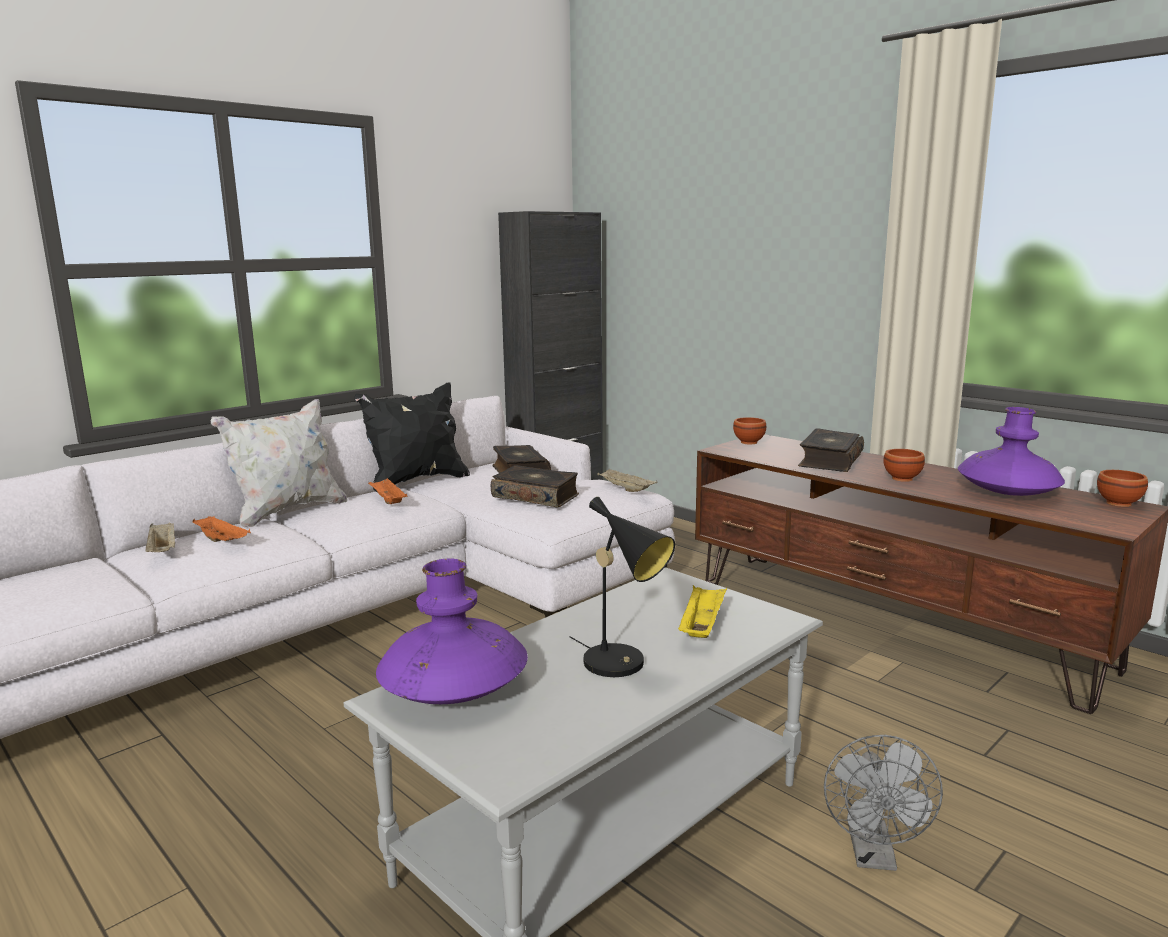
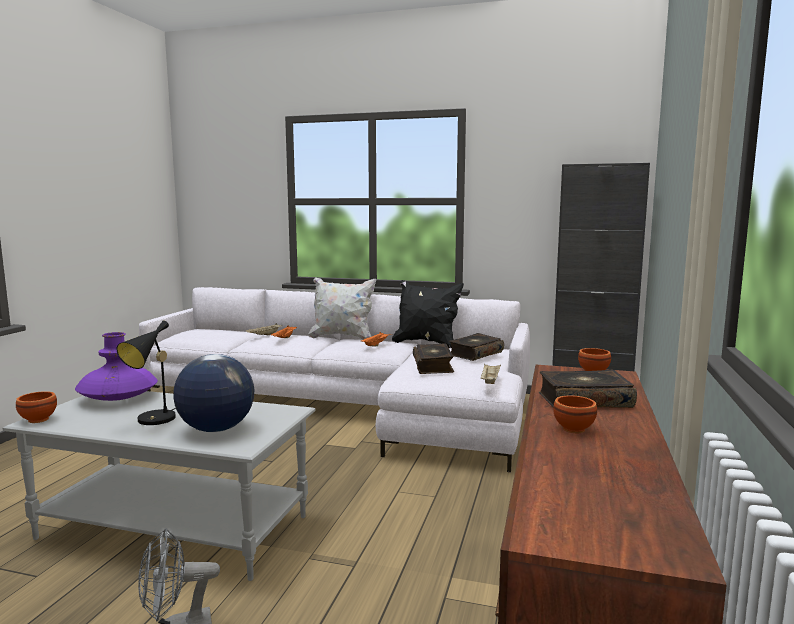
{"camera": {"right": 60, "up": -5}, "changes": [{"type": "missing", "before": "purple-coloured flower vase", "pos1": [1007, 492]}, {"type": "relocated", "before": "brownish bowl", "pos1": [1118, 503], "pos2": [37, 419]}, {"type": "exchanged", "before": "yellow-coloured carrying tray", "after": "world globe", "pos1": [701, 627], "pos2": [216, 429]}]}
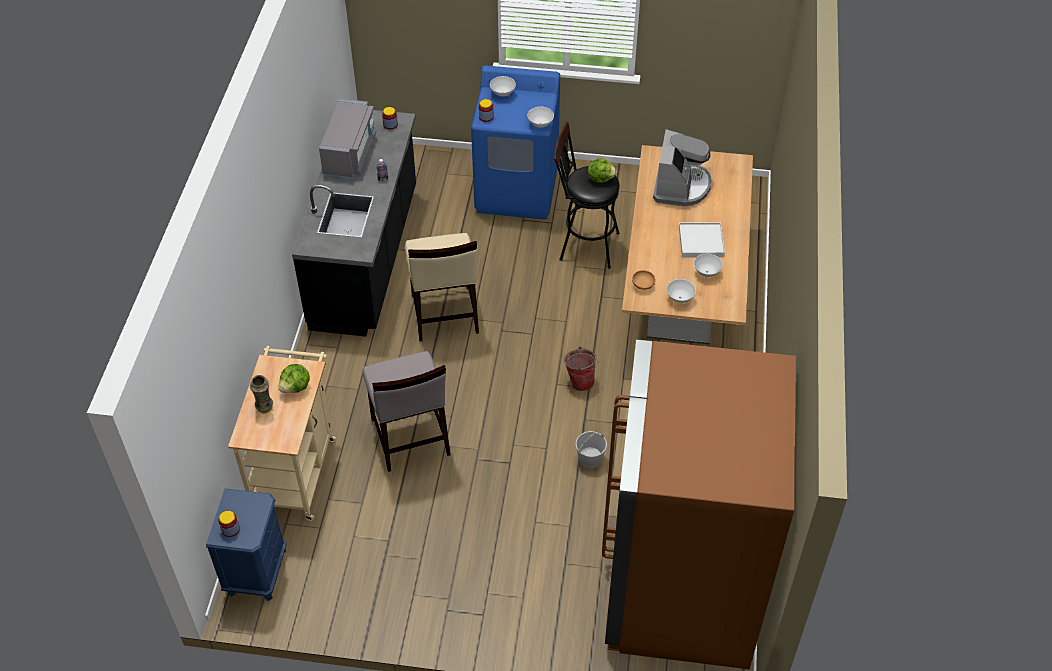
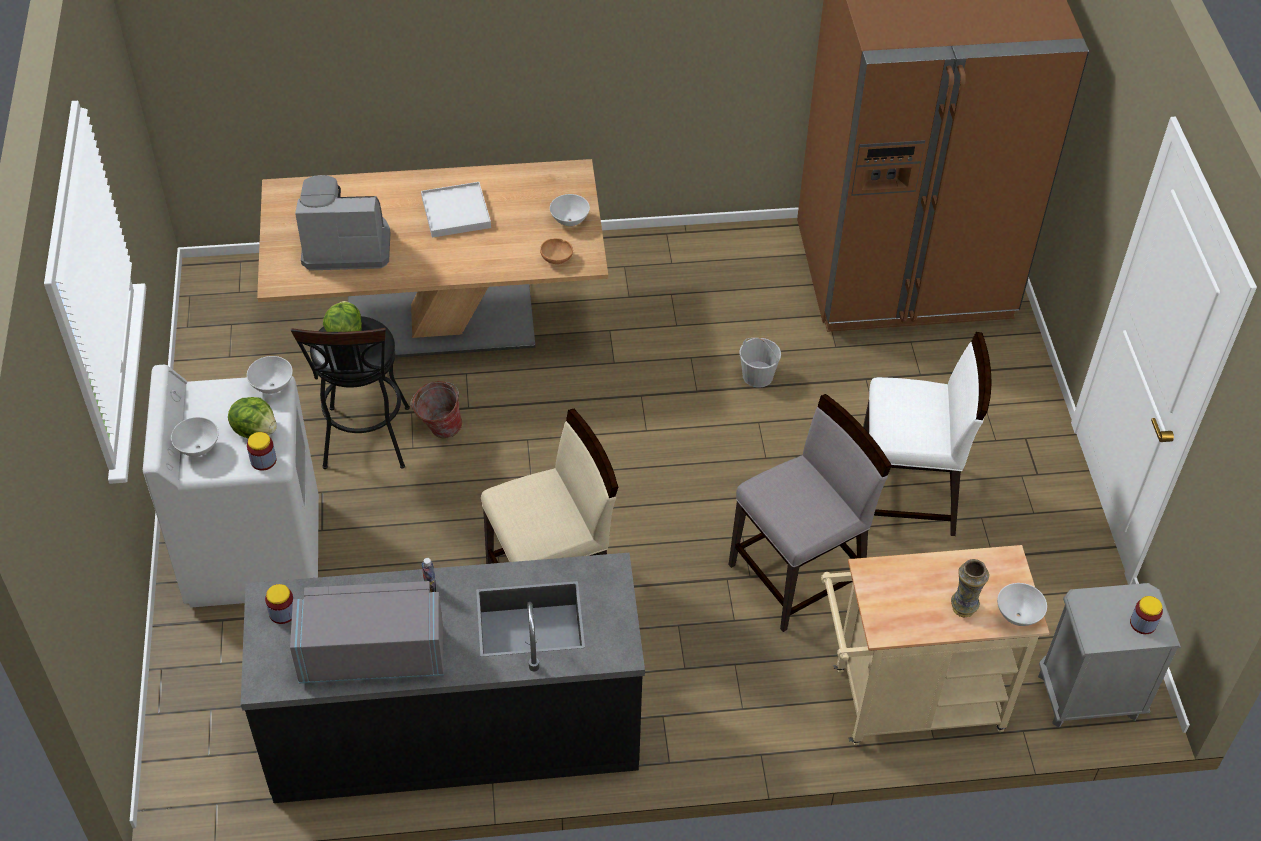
{"camera": {"right": -105, "up": 0}, "changes": [{"type": "colour", "before": "bluish laundry machine", "after": "whitish laundry machine", "pos1": [517, 191], "pos2": [253, 551]}, {"type": "relocated", "before": "whitish bowl", "pos1": [706, 272], "pos2": [1018, 616]}, {"type": "relocated", "before": "bucket", "pos1": [580, 380], "pos2": [438, 430]}, {"type": "relocated", "before": "lettuce", "pos1": [296, 387], "pos2": [255, 430]}, {"type": "colour", "before": "bluish night table", "after": "greyish night table", "pos1": [257, 571], "pos2": [1087, 697]}, {"type": "appeared", "after": "whitish plain chair", "pos2": [906, 496]}]}
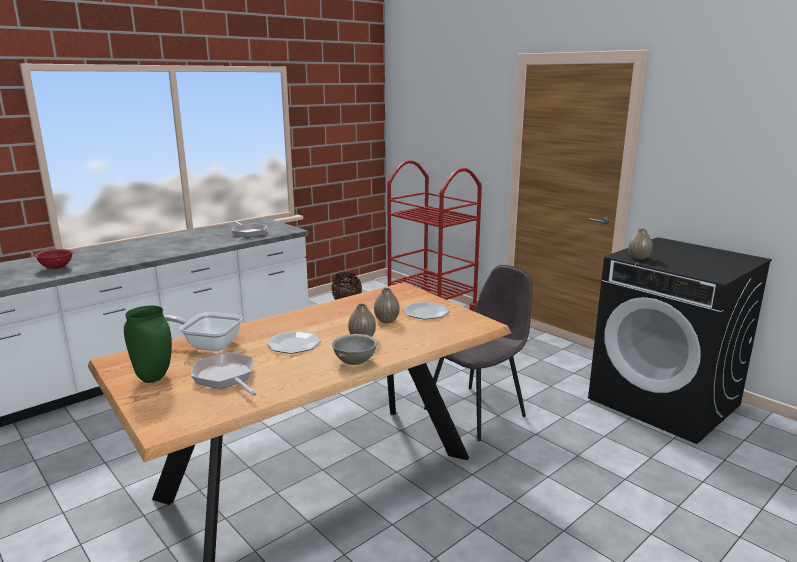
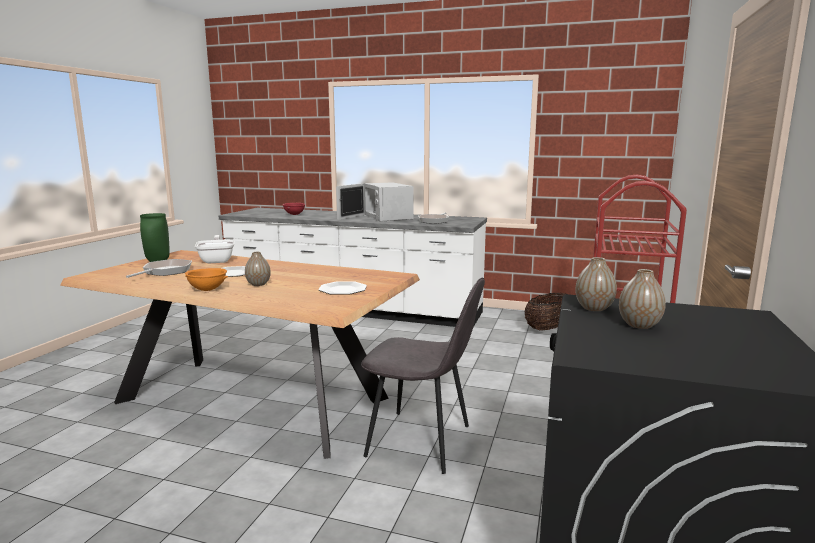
{"camera": {"right": 60, "up": -5}, "changes": [{"type": "relocated", "before": "flower vase", "pos1": [386, 320], "pos2": [639, 325]}, {"type": "colour", "before": "greyish bowl", "after": "orange bowl", "pos1": [354, 362], "pos2": [207, 290]}, {"type": "appeared", "after": "whitish kitchen microwave", "pos2": [384, 217]}]}
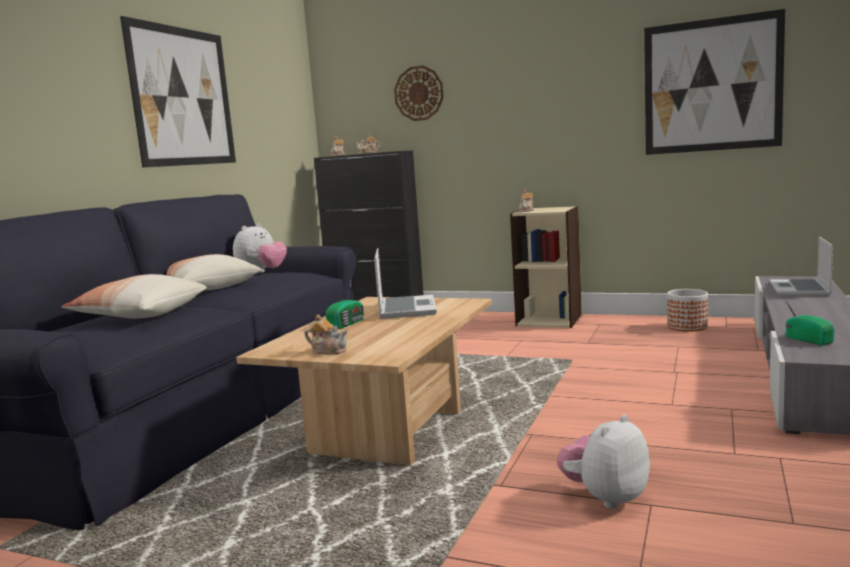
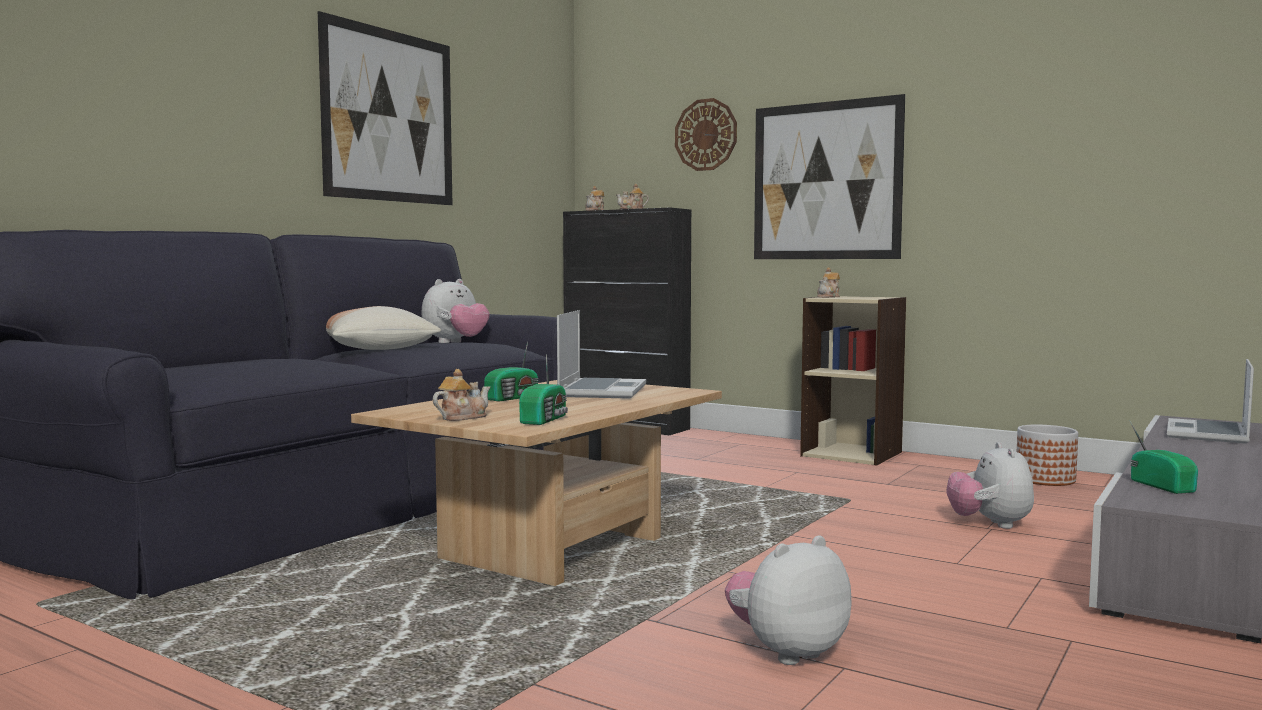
{"camera": {"right": 10, "up": -5}, "changes": [{"type": "relocated", "before": "wall picture", "pos1": [711, 85], "pos2": [826, 181]}, {"type": "missing", "before": "throw pillow", "pos1": [139, 315]}, {"type": "spun", "before": "tea pot", "pos1": [329, 351], "pos2": [462, 417], "turn": -75}, {"type": "appeared", "after": "radio", "pos2": [545, 419]}, {"type": "appeared", "after": "plush toy", "pos2": [990, 524]}]}
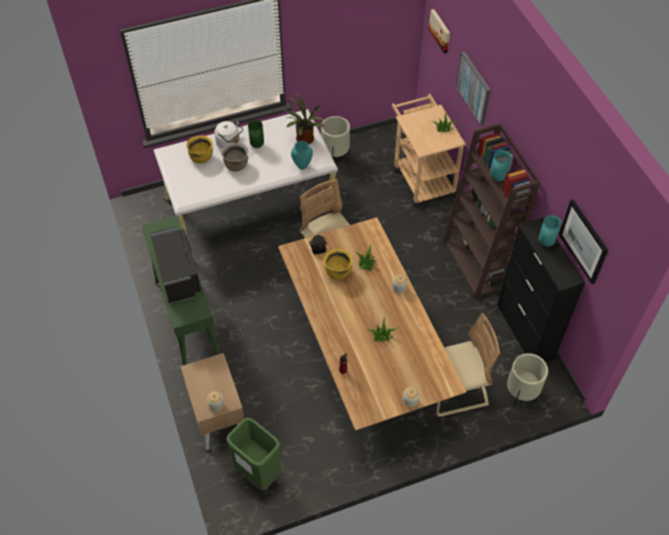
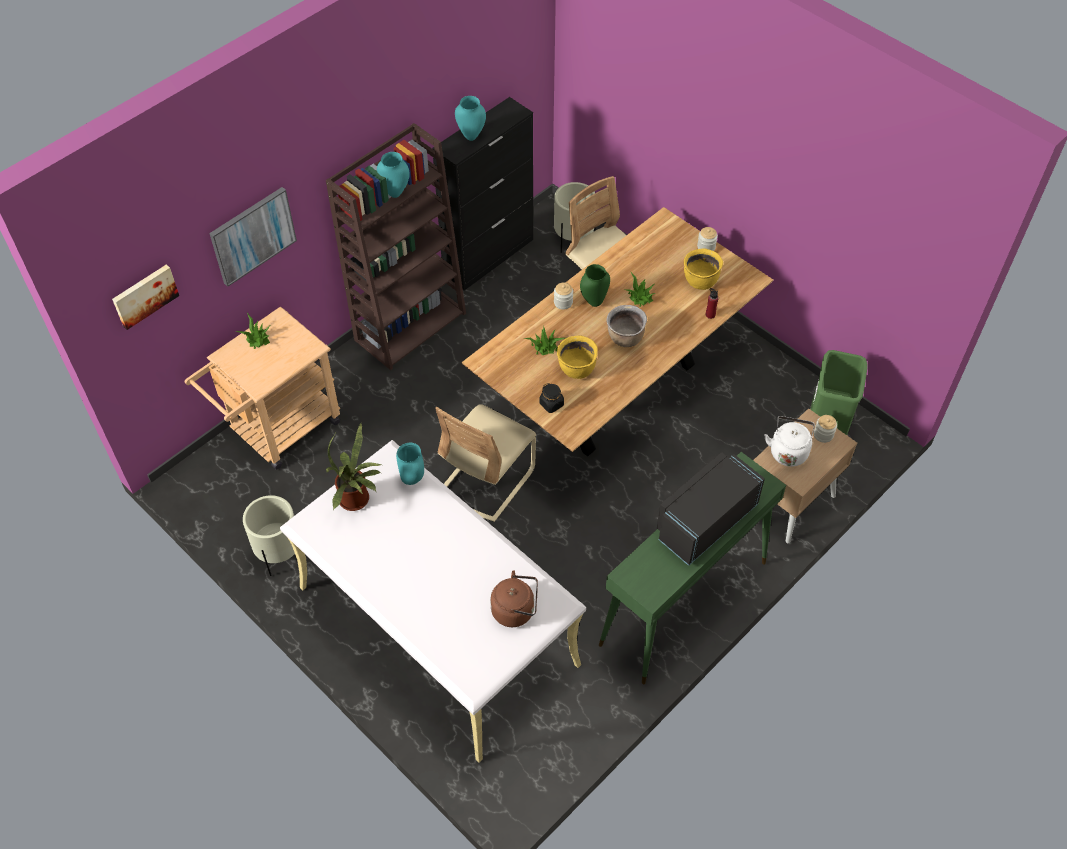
{"camera": {"right": -115, "up": 0}, "changes": [{"type": "relocated", "before": "green-coloured flower vase", "pos1": [257, 145], "pos2": [593, 301]}, {"type": "relocated", "before": "whitish water kettle", "pos1": [229, 143], "pos2": [788, 451]}, {"type": "relocated", "before": "yellow-coloured cooking pot", "pos1": [201, 157], "pos2": [700, 281]}, {"type": "relocated", "before": "brownish cooking pot", "pos1": [236, 165], "pos2": [625, 338]}, {"type": "missing", "before": "wall picture", "pos1": [584, 241]}, {"type": "appeared", "after": "brownish water kettle", "pos2": [516, 610]}]}
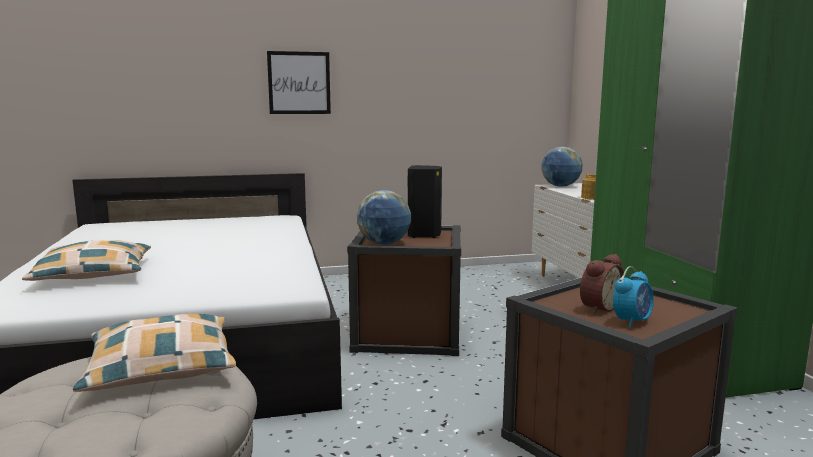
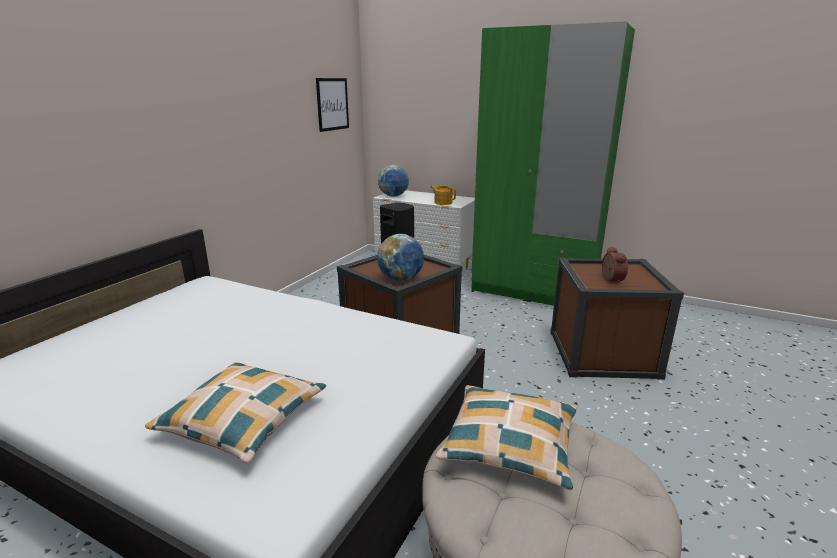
{"camera": {"right": -50, "up": 10}, "changes": [{"type": "relocated", "before": "wall picture", "pos1": [299, 83], "pos2": [332, 104]}, {"type": "missing", "before": "alarm clock", "pos1": [632, 321]}]}
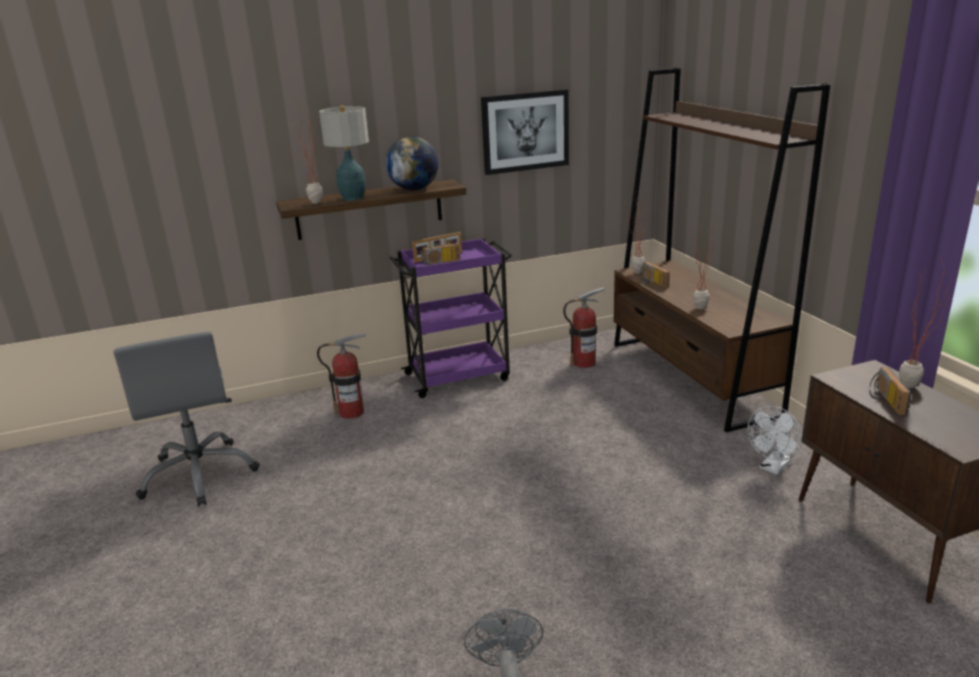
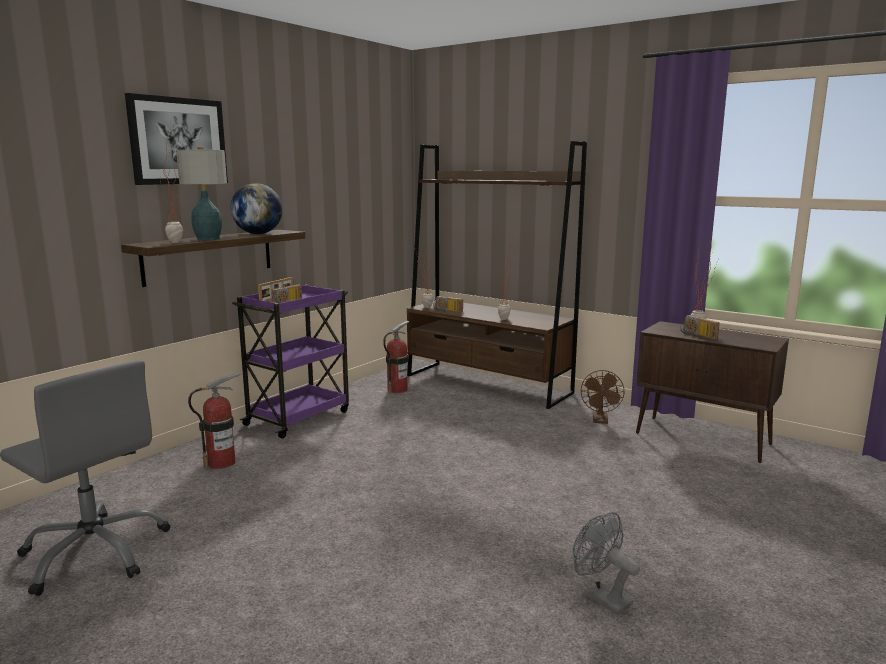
{"camera": {"right": -35, "up": -10}, "changes": [{"type": "relocated", "before": "wall picture", "pos1": [525, 131], "pos2": [178, 141]}, {"type": "colour", "before": "whitish cooling fan", "after": "brownish cooling fan", "pos1": [773, 467], "pos2": [600, 420]}]}
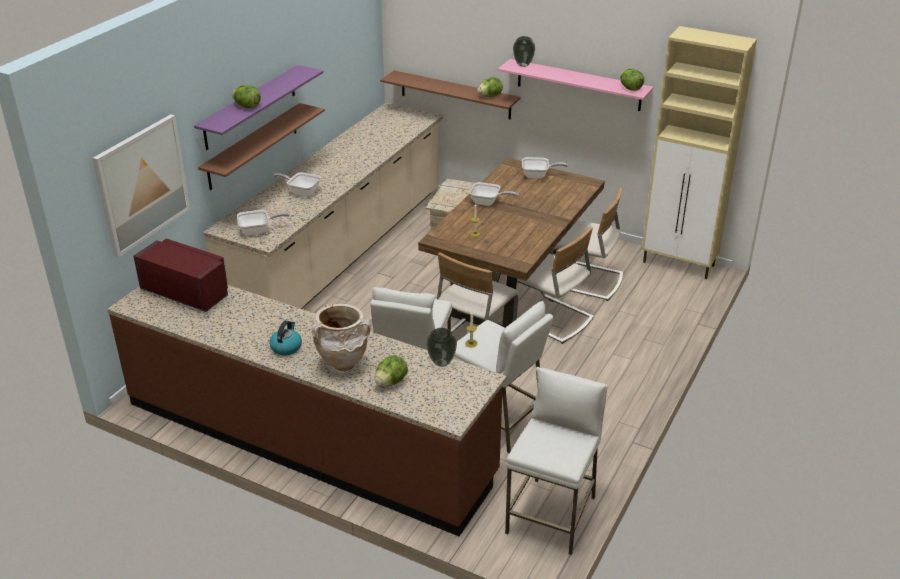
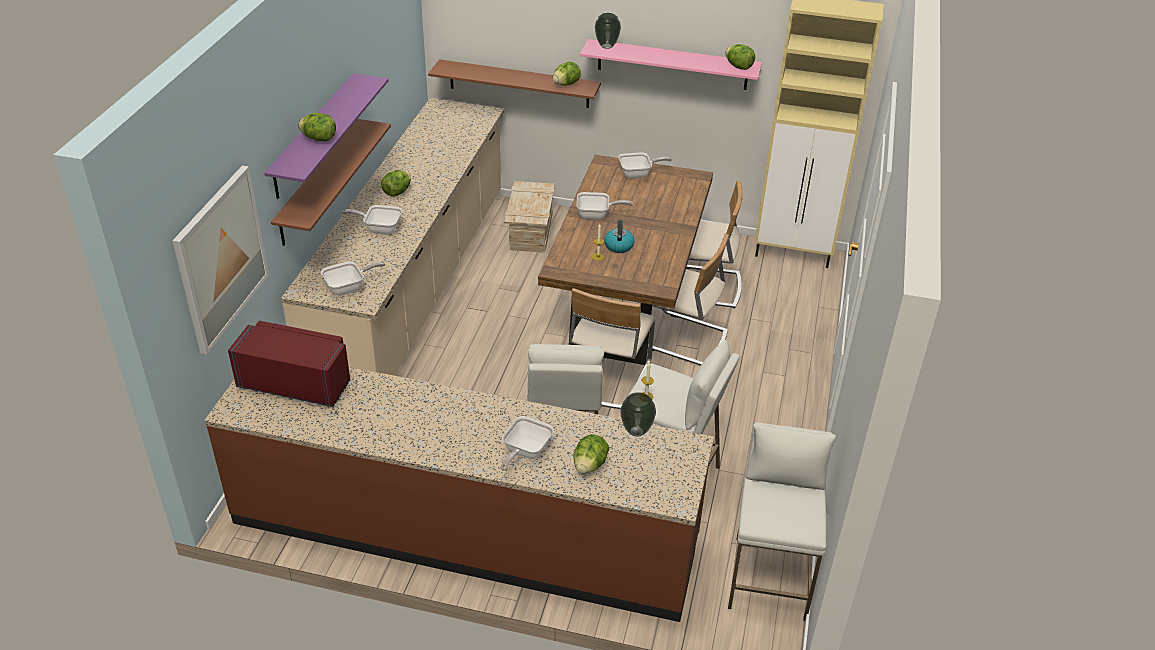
{"camera": {"right": -15, "up": 5}, "changes": [{"type": "exchanged", "before": "sand-coloured flower vase", "after": "frying pan", "pos1": [342, 365], "pos2": [524, 452]}, {"type": "relocated", "before": "water kettle", "pos1": [286, 347], "pos2": [618, 245]}, {"type": "appeared", "after": "lettuce", "pos2": [397, 192]}]}
